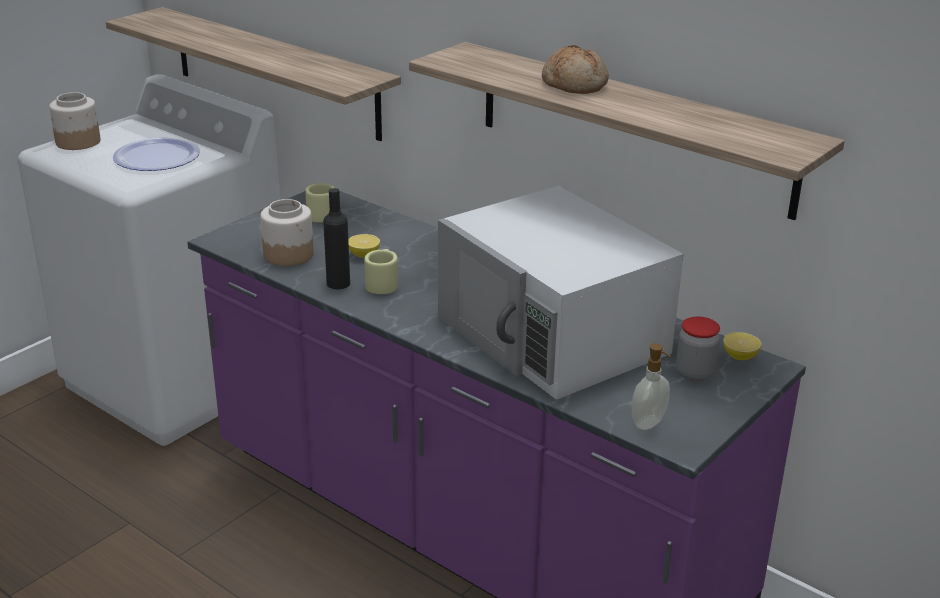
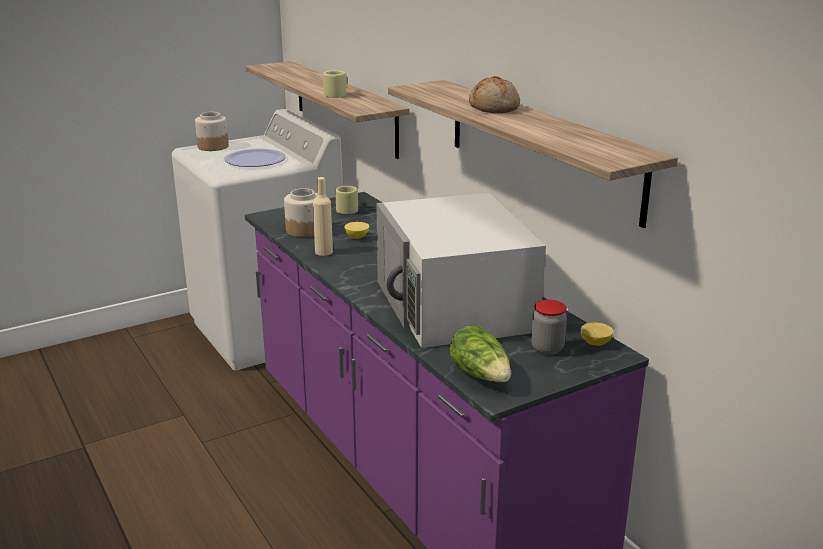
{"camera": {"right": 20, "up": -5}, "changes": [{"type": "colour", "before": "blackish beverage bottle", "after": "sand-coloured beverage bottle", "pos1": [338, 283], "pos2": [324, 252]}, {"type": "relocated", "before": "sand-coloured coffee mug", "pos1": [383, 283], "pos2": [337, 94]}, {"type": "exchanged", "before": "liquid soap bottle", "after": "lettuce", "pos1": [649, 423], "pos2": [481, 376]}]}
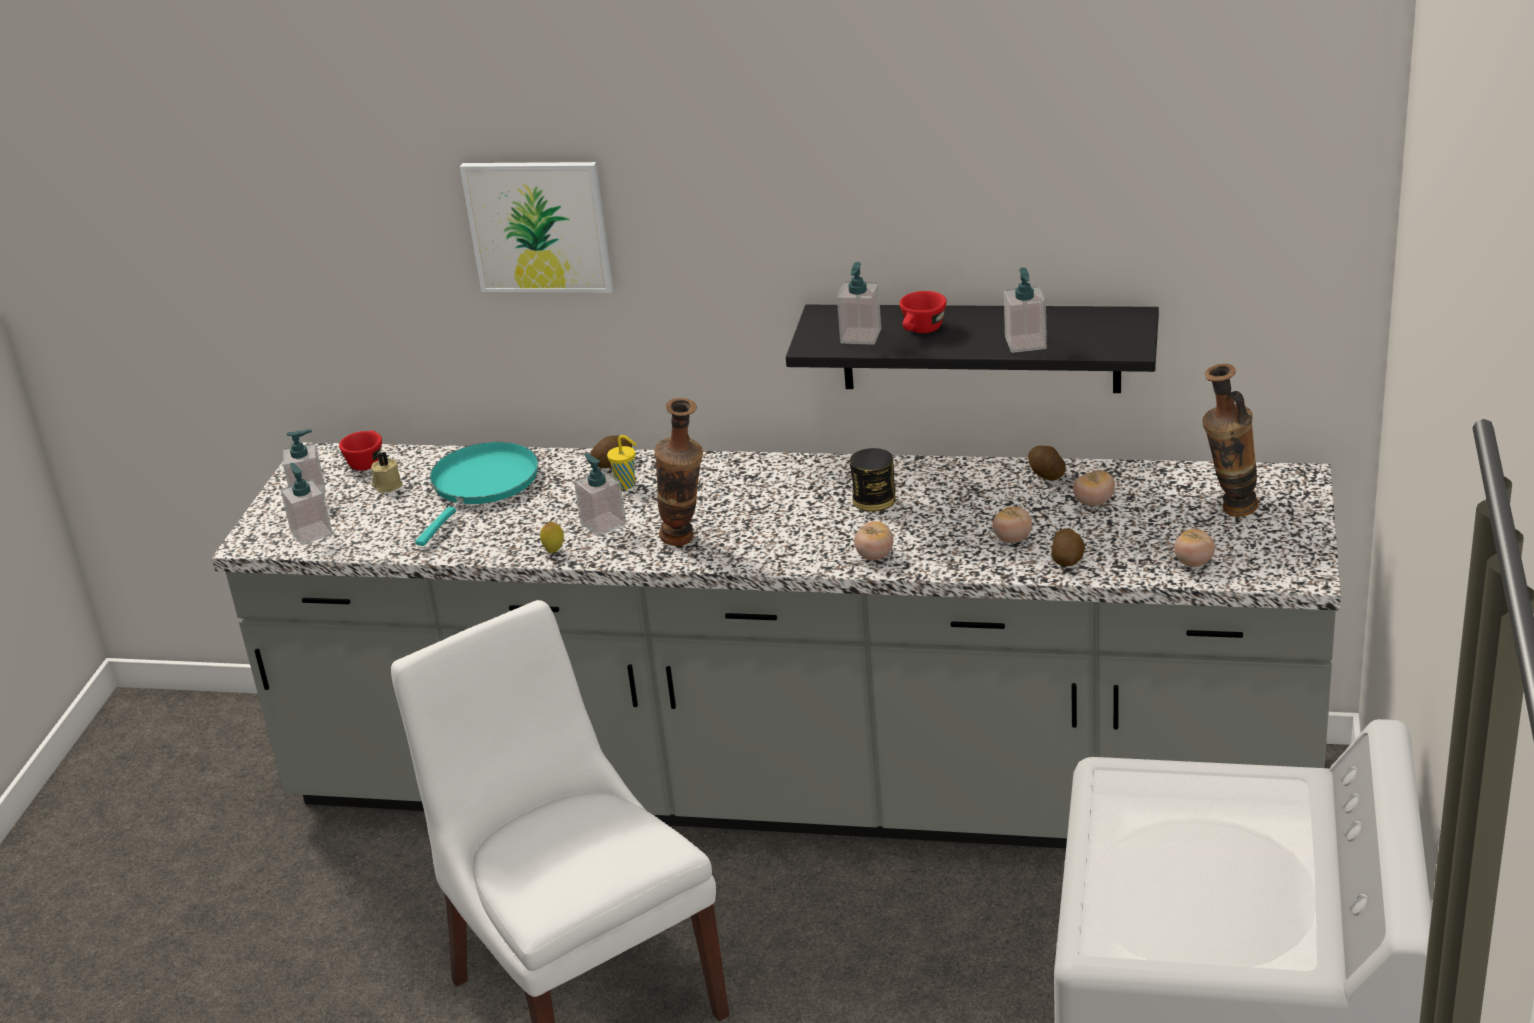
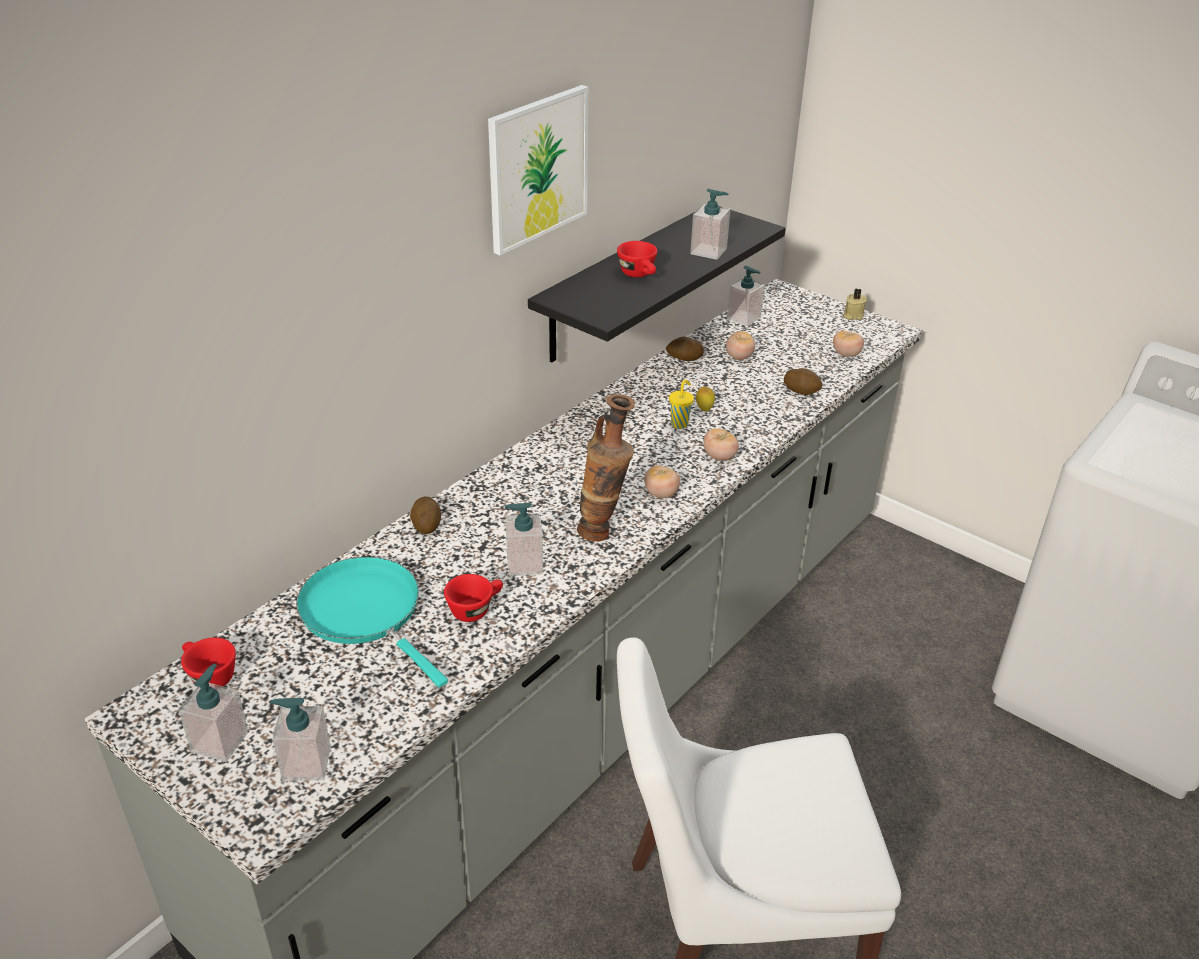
{"camera": {"right": -65, "up": 5}, "changes": [{"type": "relocated", "before": "wall picture", "pos1": [538, 226], "pos2": [537, 168]}, {"type": "relocated", "before": "liquid soap bottle", "pos1": [860, 336], "pos2": [744, 318]}, {"type": "missing", "before": "flower vase", "pos1": [1228, 511]}, {"type": "relocated", "before": "yellow-coloured cup", "pos1": [627, 485], "pos2": [680, 424]}, {"type": "missing", "before": "sealed can", "pos1": [874, 500]}, {"type": "relocated", "before": "sand-coloured wax light", "pos1": [387, 485], "pos2": [852, 315]}, {"type": "relocated", "before": "tomato", "pos1": [1012, 539], "pos2": [661, 494]}, {"type": "relocated", "before": "citrus fruit", "pos1": [554, 551], "pos2": [704, 409]}, {"type": "appeared", "after": "reddish cup", "pos2": [475, 609]}]}
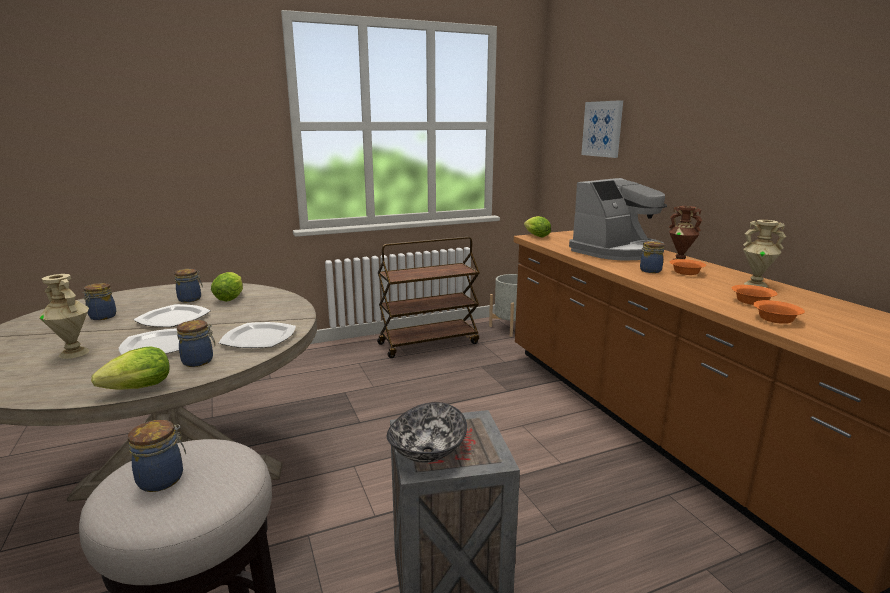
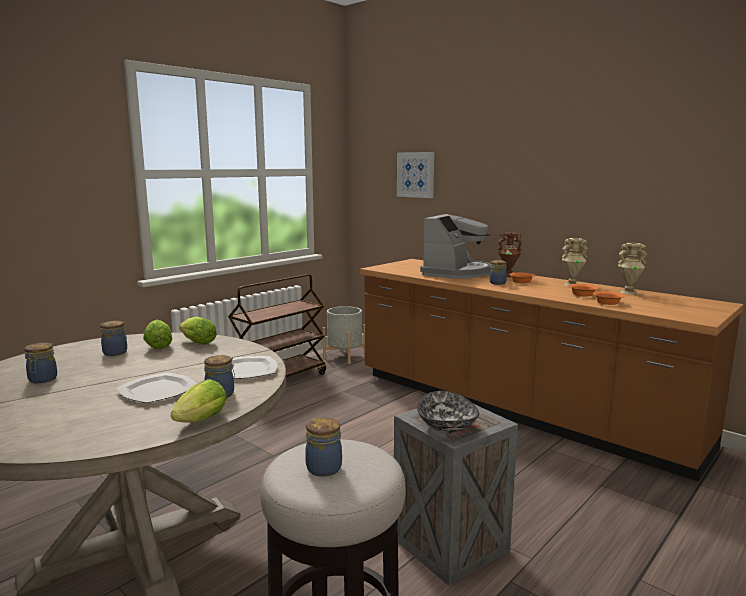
{"camera": {"right": -25, "up": -5}, "changes": [{"type": "relocated", "before": "lettuce", "pos1": [535, 236], "pos2": [196, 342]}, {"type": "relocated", "before": "sand-coloured flower vase", "pos1": [75, 353], "pos2": [628, 292]}, {"type": "missing", "before": "plate", "pos1": [174, 318]}]}
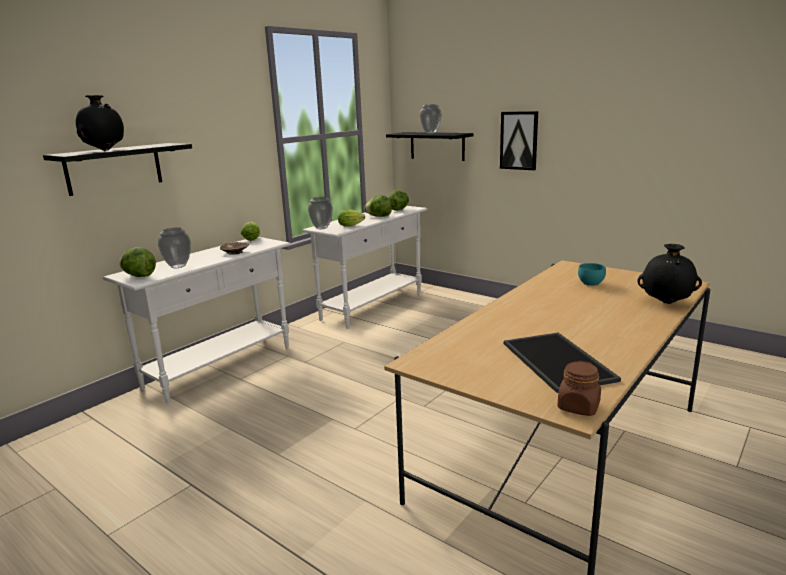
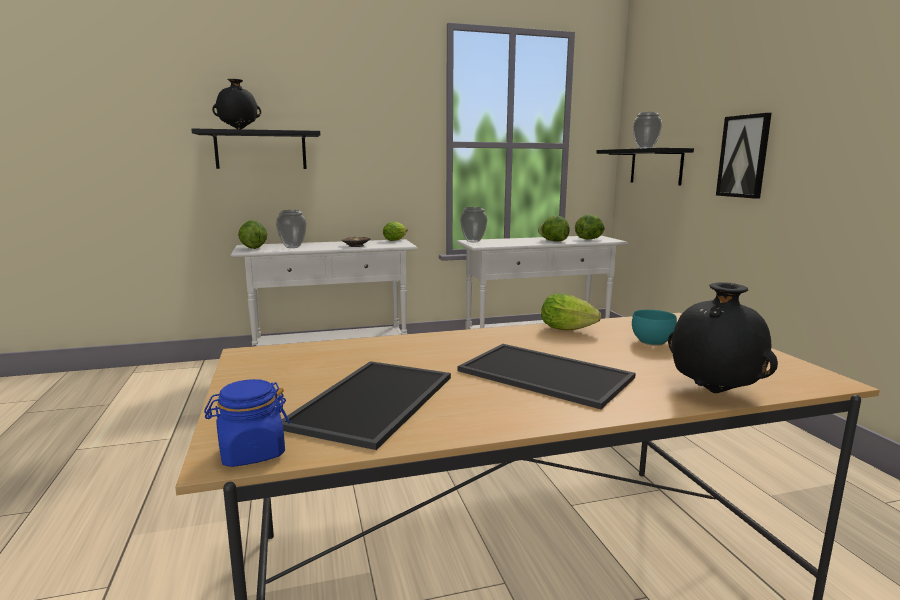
{"camera": {"right": 35, "up": -5}, "changes": [{"type": "relocated", "before": "lettuce", "pos1": [352, 225], "pos2": [570, 330]}, {"type": "colour", "before": "brownish preserve jar", "after": "bluish preserve jar", "pos1": [578, 407], "pos2": [251, 453]}, {"type": "appeared", "after": "carrying tray", "pos2": [547, 374]}]}
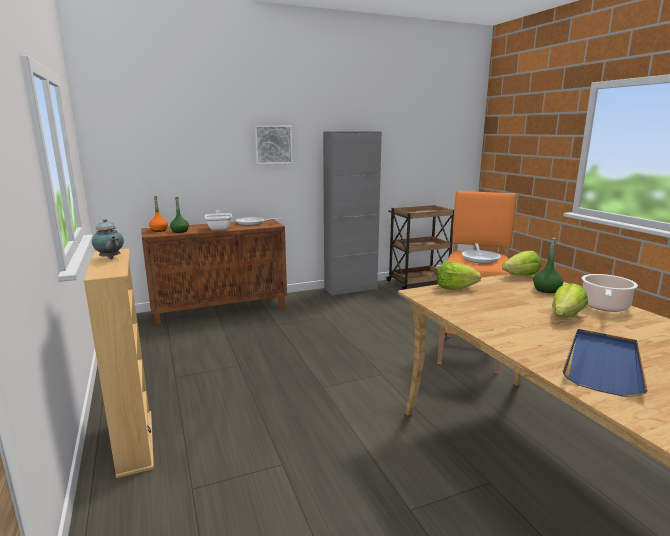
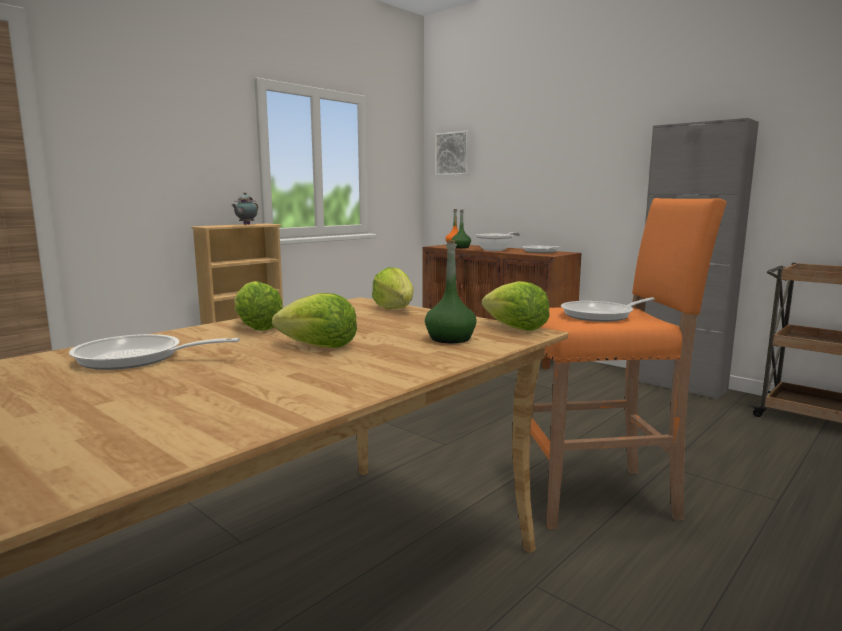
{"camera": {"right": 65, "up": -5}, "changes": [{"type": "relocated", "before": "wall picture", "pos1": [273, 144], "pos2": [453, 154]}, {"type": "missing", "before": "cooking pot", "pos1": [604, 307]}, {"type": "exchanged", "before": "bluish carrying tray", "after": "frying pan", "pos1": [603, 364], "pos2": [137, 358]}, {"type": "appeared", "after": "lettuce", "pos2": [256, 327]}]}
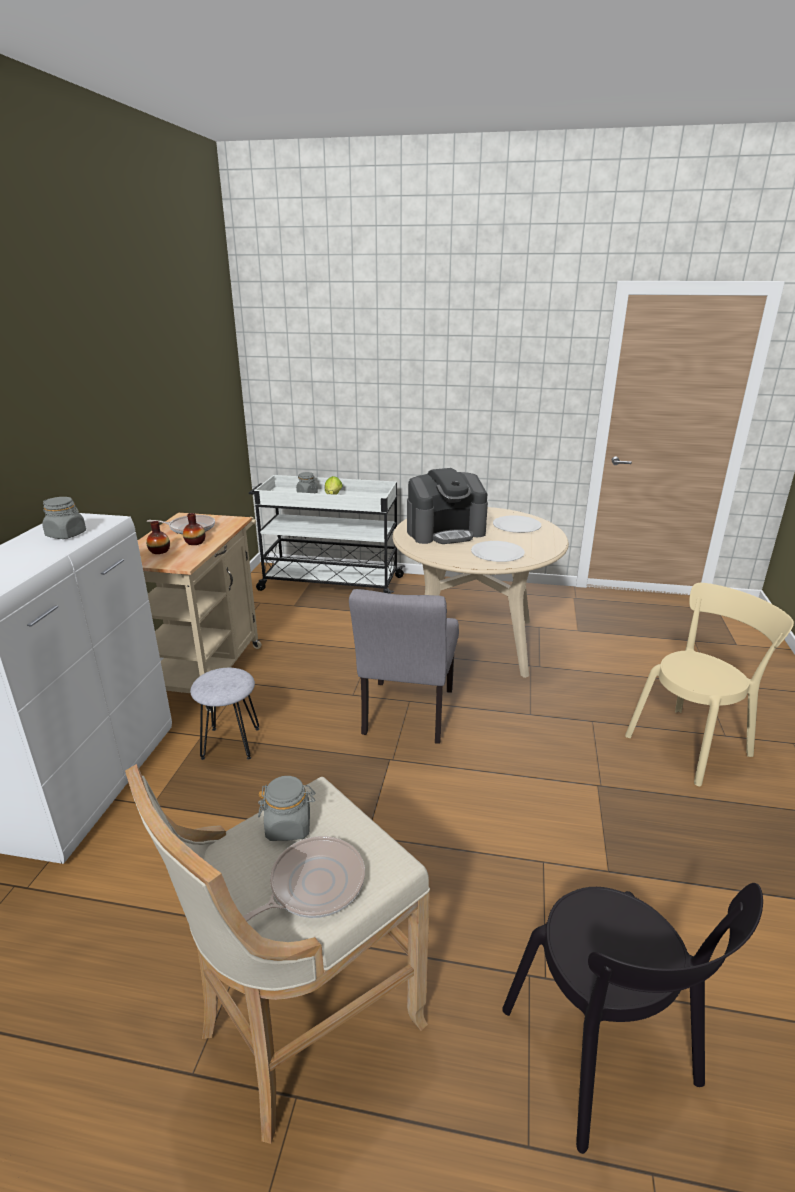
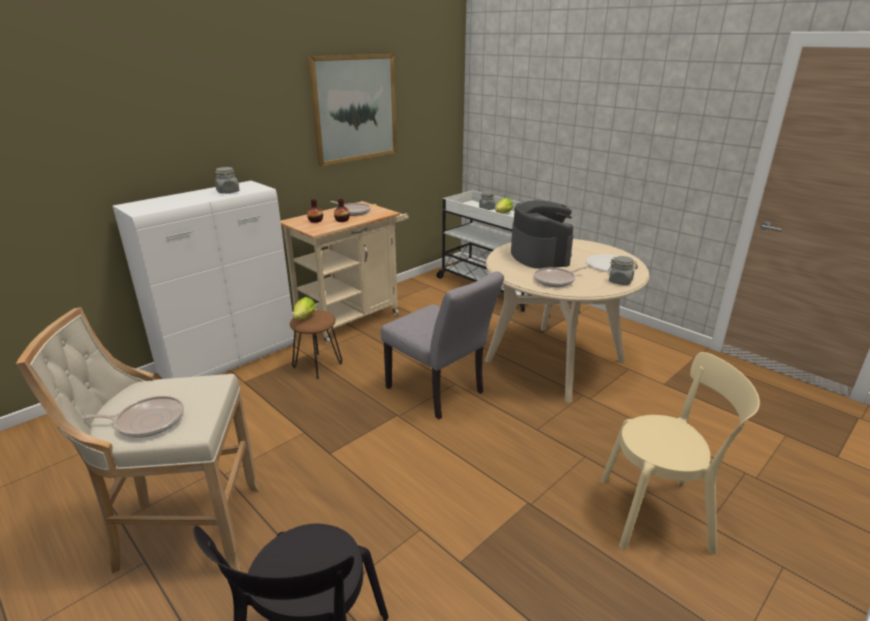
{"camera": {"right": 35, "up": 0}, "changes": [{"type": "spun", "before": "coffee brewer", "pos1": [446, 532], "pos2": [539, 255], "turn": -120}, {"type": "exchanged", "before": "whitish plate", "after": "frying pan", "pos1": [497, 553], "pos2": [556, 280]}, {"type": "spun", "before": "greyish plain chair", "pos1": [406, 717], "pos2": [440, 393], "turn": -90}, {"type": "colour", "before": "greyish sitting stool", "after": "brownish sitting stool", "pos1": [231, 743], "pos2": [318, 365]}, {"type": "relocated", "before": "greyish preserve jar", "pos1": [289, 826], "pos2": [620, 281]}, {"type": "appeared", "after": "wall picture", "pos2": [355, 108]}, {"type": "appeared", "after": "lettuce", "pos2": [303, 318]}]}
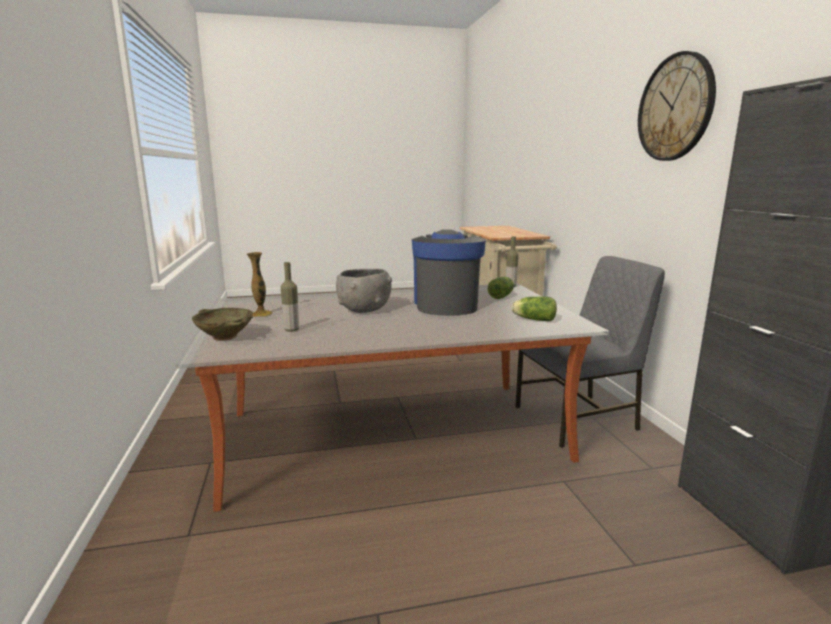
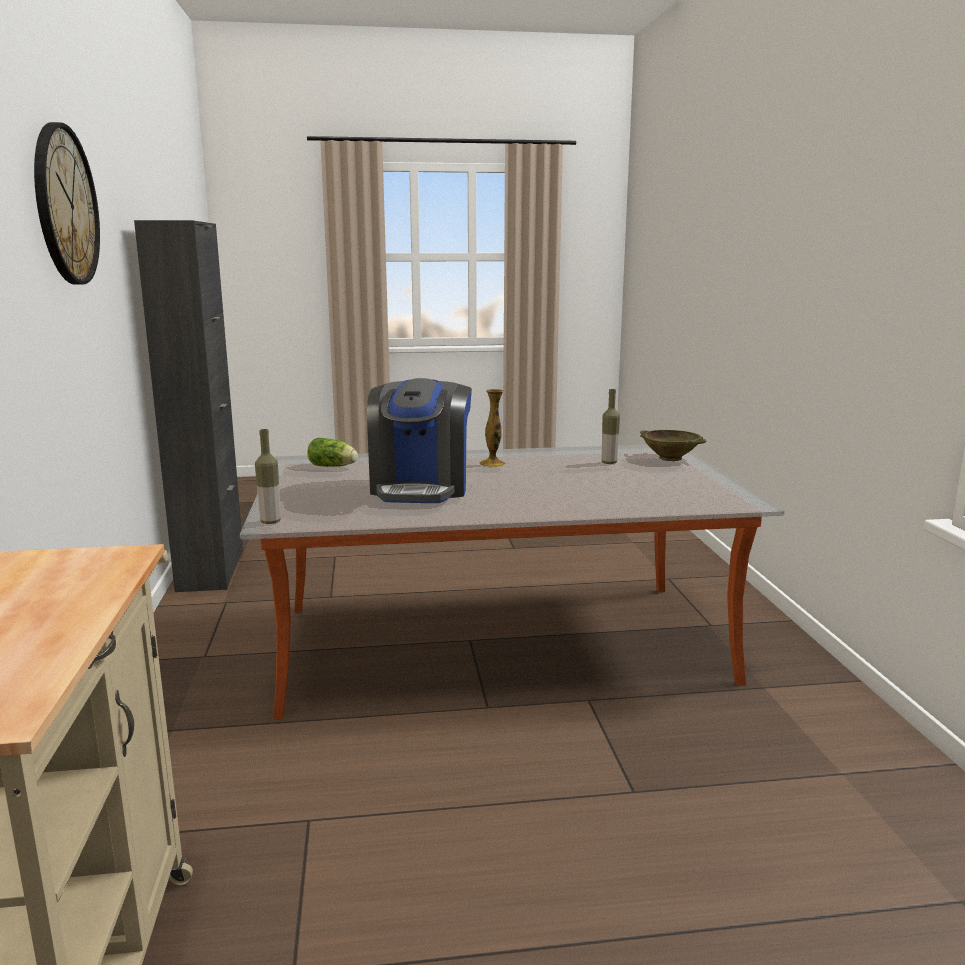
{"camera": {"right": -175, "up": 0}, "changes": [{"type": "relocated", "before": "flower vase", "pos1": [261, 314], "pos2": [492, 463]}, {"type": "missing", "before": "greyish plain chair", "pos1": [578, 418]}, {"type": "missing", "before": "greyish bowl", "pos1": [364, 310]}, {"type": "missing", "before": "lettuce", "pos1": [502, 296]}]}
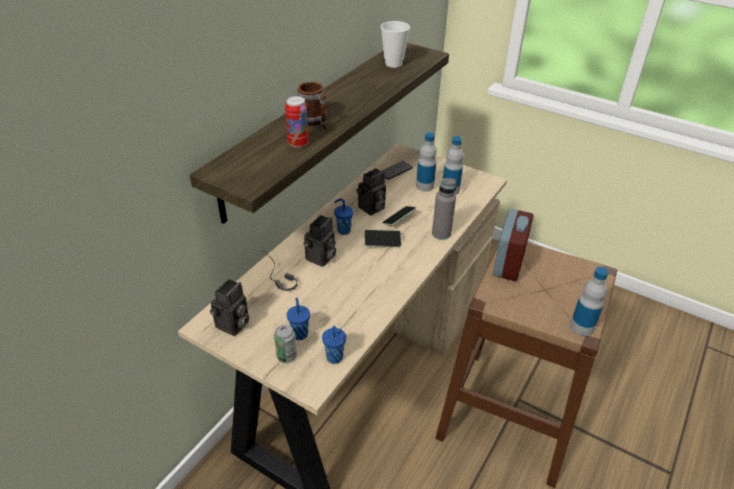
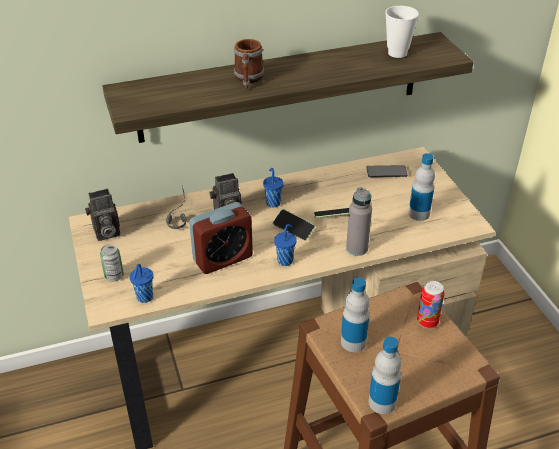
{"camera": {"right": 40, "up": 0}, "changes": [{"type": "relocated", "before": "sealed can", "pos1": [298, 143], "pos2": [427, 322]}, {"type": "relocated", "before": "beverage bottle", "pos1": [425, 186], "pos2": [353, 342]}, {"type": "missing", "before": "still camera", "pos1": [371, 209]}, {"type": "relocated", "before": "alarm clock", "pos1": [508, 264], "pos2": [223, 258]}, {"type": "relocated", "before": "bluish cup", "pos1": [299, 333], "pos2": [285, 260]}]}
